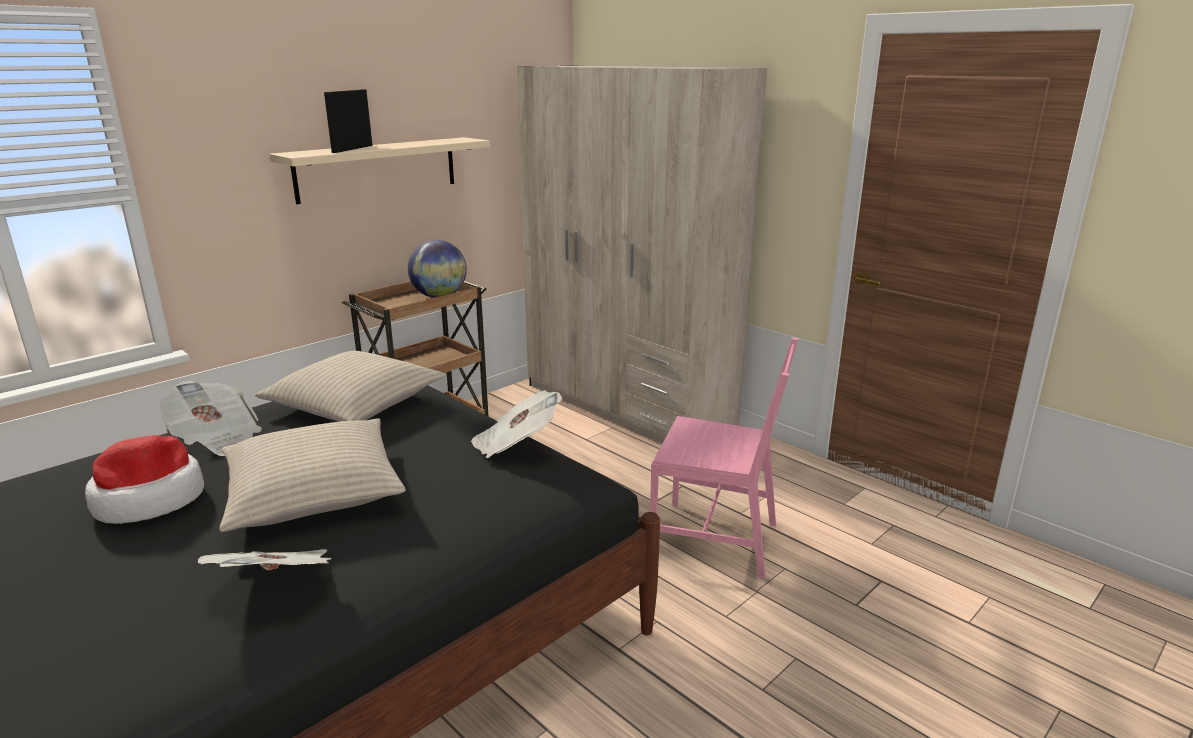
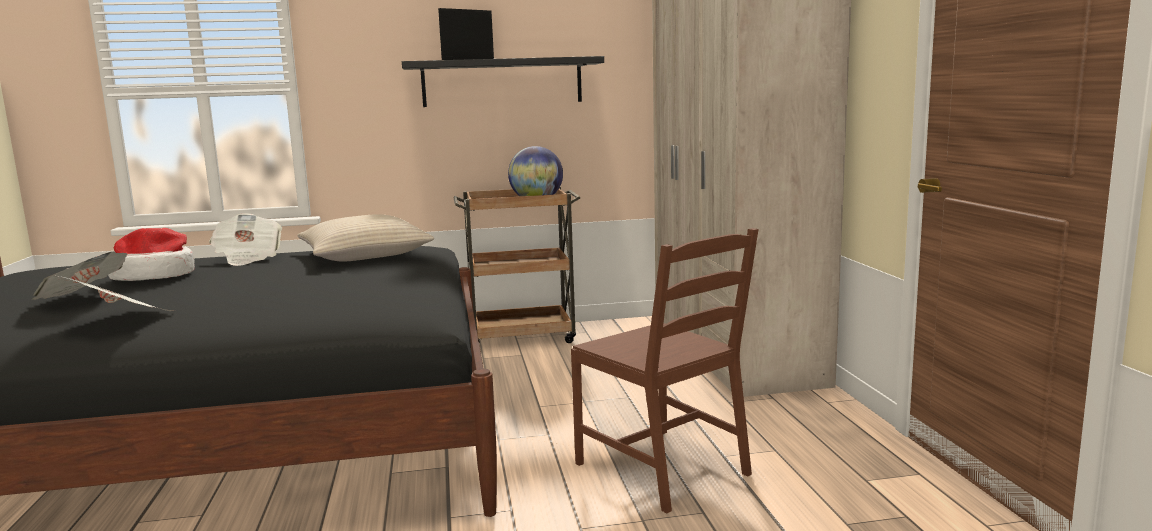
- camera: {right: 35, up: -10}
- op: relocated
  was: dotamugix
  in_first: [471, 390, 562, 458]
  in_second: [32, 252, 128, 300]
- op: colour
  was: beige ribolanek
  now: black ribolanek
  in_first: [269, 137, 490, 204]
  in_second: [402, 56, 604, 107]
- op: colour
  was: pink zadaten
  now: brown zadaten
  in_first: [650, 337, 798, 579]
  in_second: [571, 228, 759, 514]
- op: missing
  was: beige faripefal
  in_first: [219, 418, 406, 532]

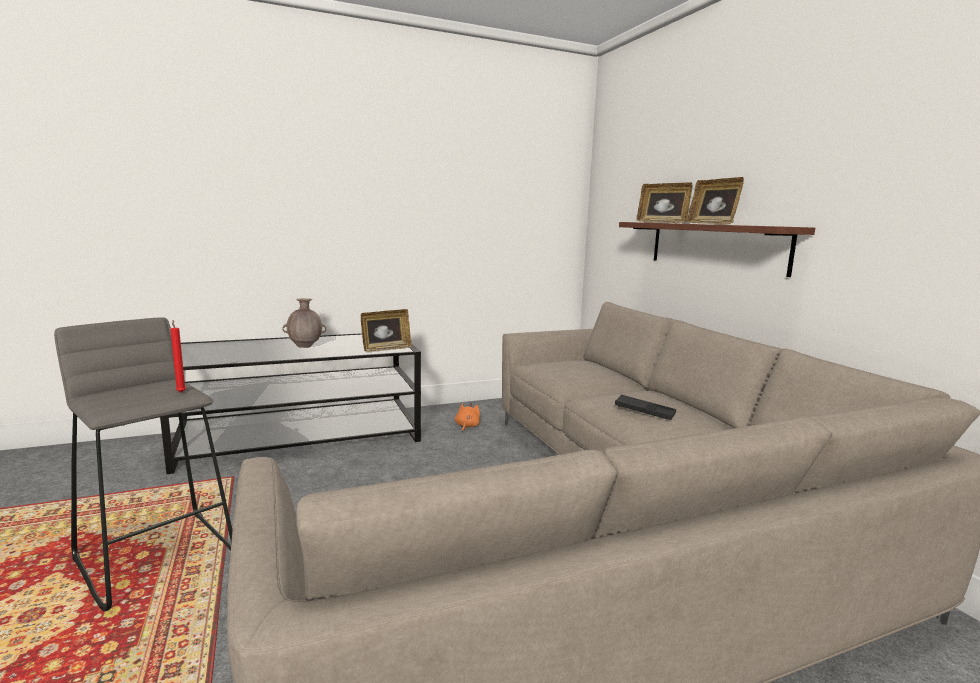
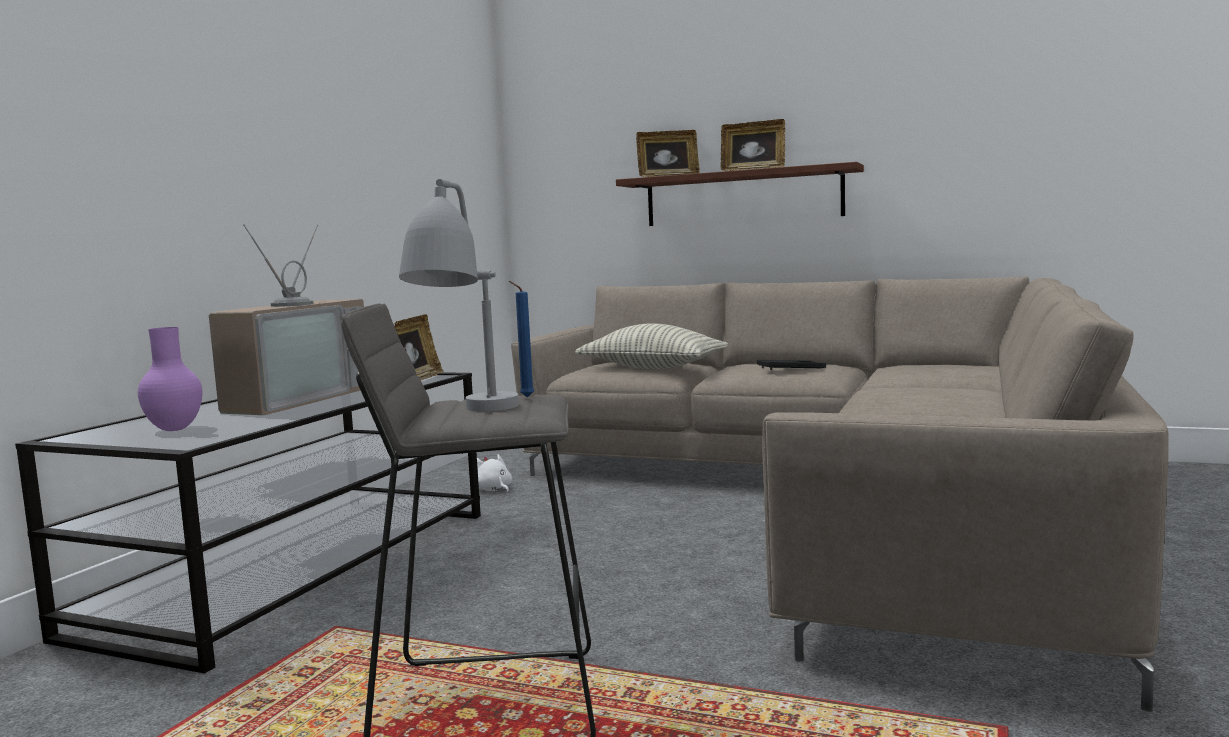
- camera: {right: -45, up: -5}
- op: appeared
  now: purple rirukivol
  in_second: [138, 327, 202, 431]
- op: exchanged
  was: brown rirukivol
  now: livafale
  in_first: [282, 298, 326, 348]
  in_second: [209, 224, 364, 415]
- op: appeared
  now: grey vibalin
  in_second: [399, 179, 519, 411]
- op: colour
  was: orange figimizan
  now: white figimizan
  in_first: [455, 403, 480, 432]
  in_second: [477, 454, 512, 493]
- op: colour
  was: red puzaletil
  now: blue puzaletil
  in_first: [170, 320, 186, 393]
  in_second: [509, 281, 534, 398]
- op: appeared
  now: faripefal
  in_second: [575, 324, 728, 369]

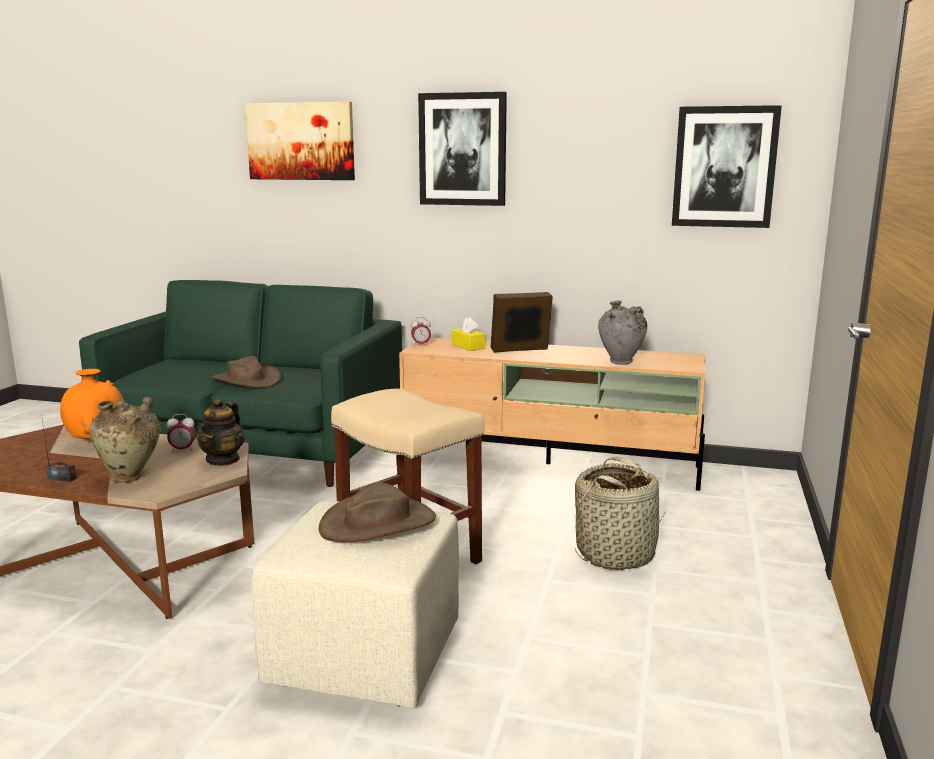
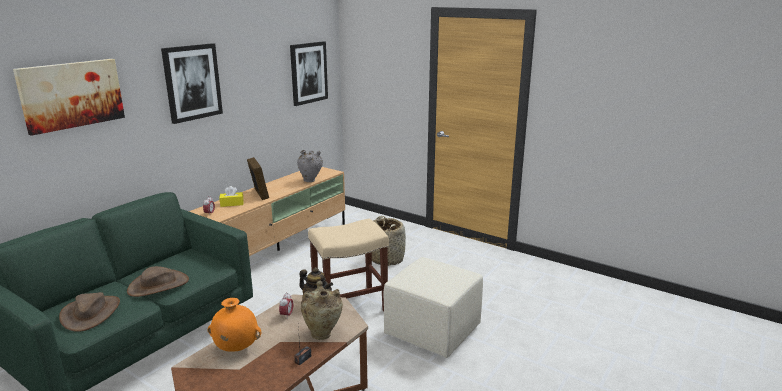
- camera: {right: -70, up: 5}
- op: relocated
  was: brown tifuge
  in_first: [319, 482, 436, 542]
  in_second: [59, 292, 120, 332]
- op: spun
  was: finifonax
  in_first: [491, 292, 553, 352]
  in_second: [247, 157, 269, 200]
  clockwise: 150

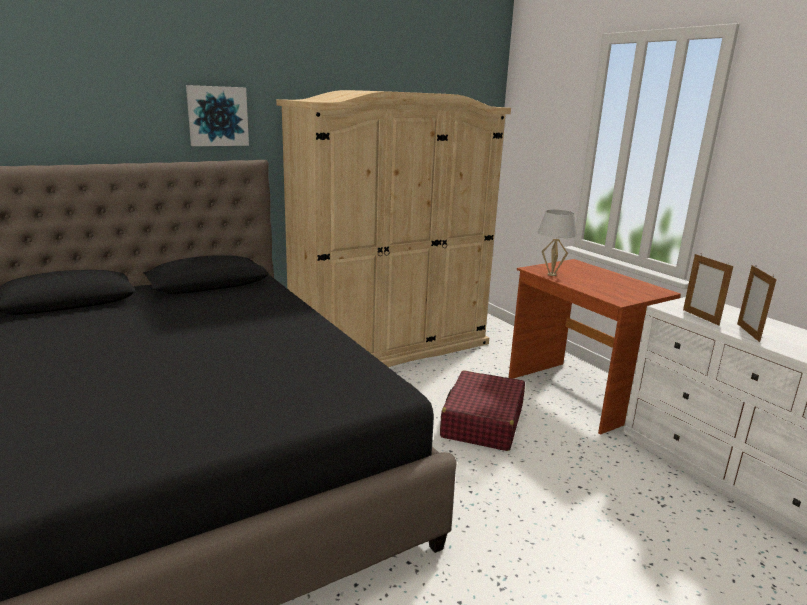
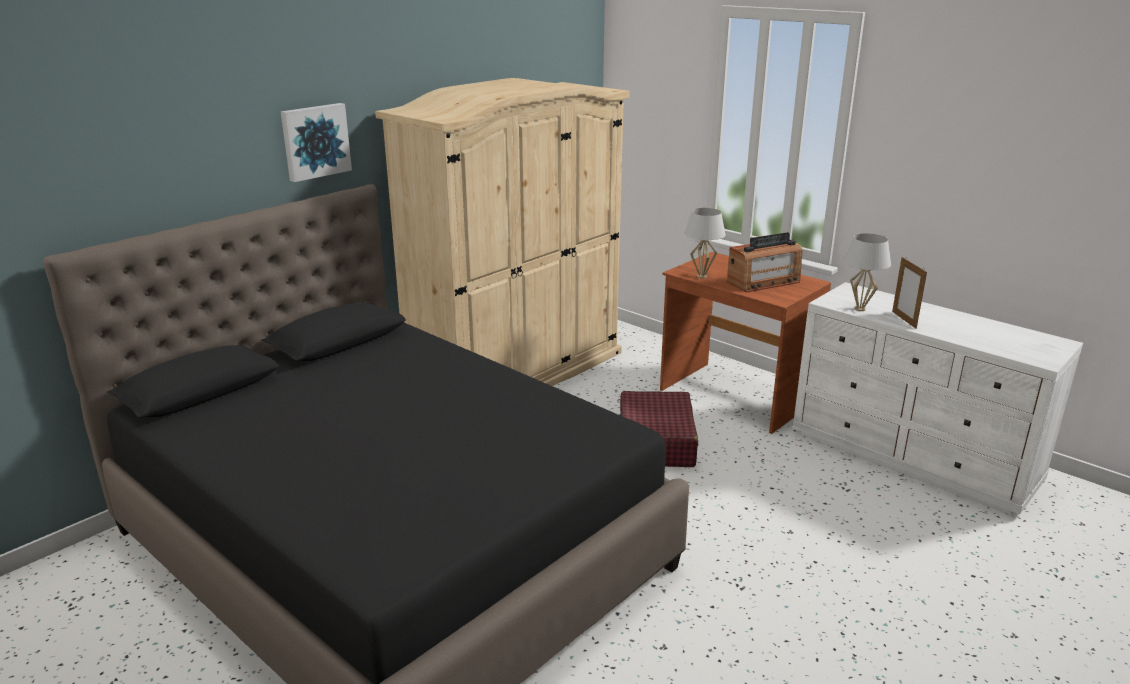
- camera: {right: -15, up: 5}
- op: appeared
  now: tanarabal
  in_second: [727, 232, 803, 292]
- op: exchanged
  was: finifonax
  now: white vibalin
  in_first: [683, 254, 733, 326]
  in_second: [844, 233, 891, 311]

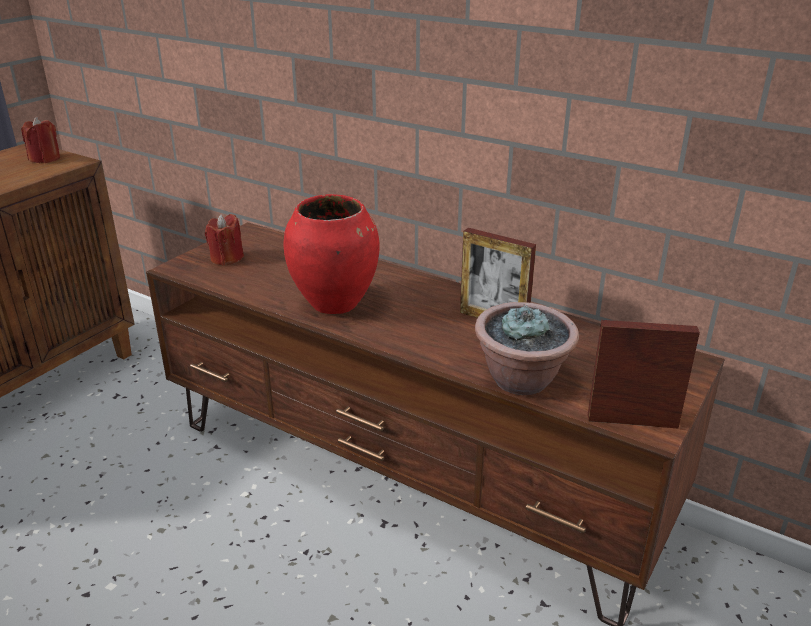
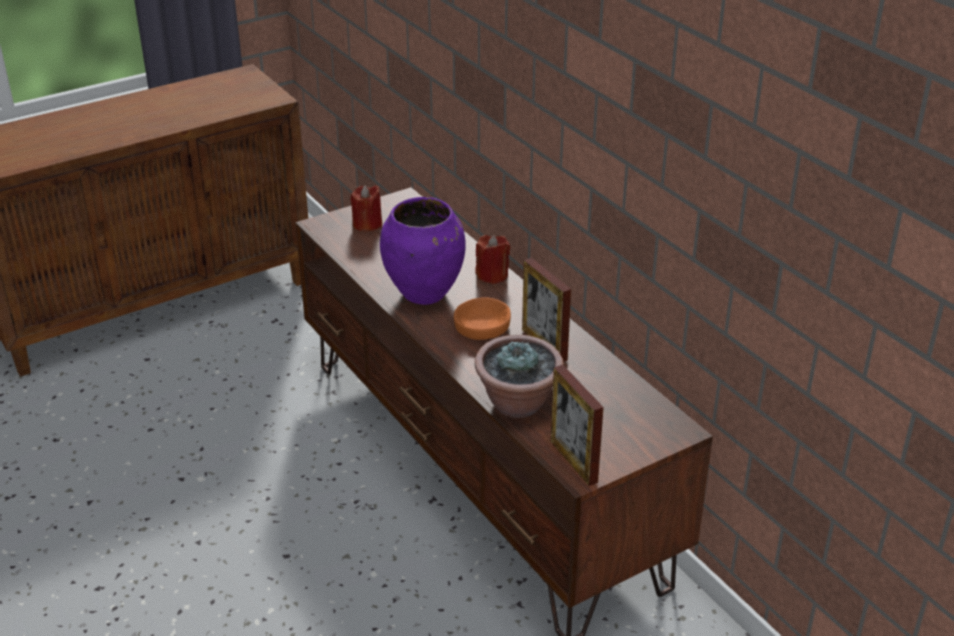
- camera: {right: 25, up: 5}
- op: colour
  was: red rirukivol
  now: purple rirukivol
  in_first: [284, 194, 380, 314]
  in_second: [380, 197, 466, 305]
- op: appeared
  now: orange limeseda
  in_second: [454, 297, 511, 340]
- op: relocated
  was: red puzaletil
  in_first: [21, 117, 60, 163]
  in_second: [475, 235, 510, 284]
- op: spun
  was: finifonax
  in_first: [588, 320, 700, 428]
  in_second: [551, 365, 604, 486]
  clockwise: -150

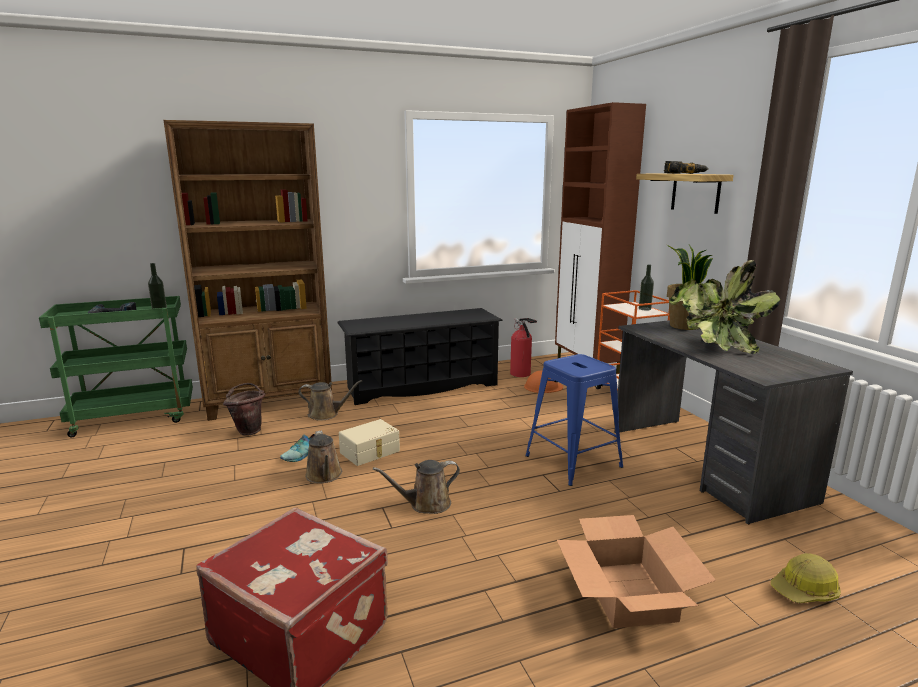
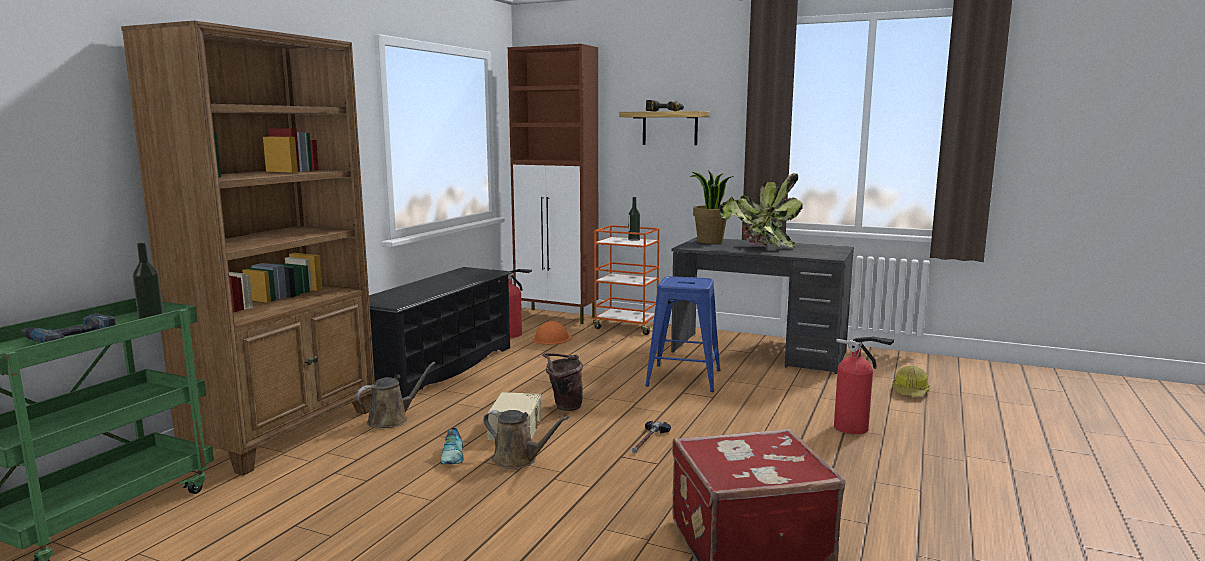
- camera: {right: -45, up: -5}
- op: relocated
  was: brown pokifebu
  in_first: [223, 383, 265, 436]
  in_second: [542, 353, 583, 411]
- op: exchanged
  was: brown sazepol
  now: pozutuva
  in_first: [373, 460, 460, 514]
  in_second: [632, 420, 671, 453]
- op: exchanged
  was: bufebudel
  now: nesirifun
  in_first: [557, 515, 716, 628]
  in_second: [834, 337, 894, 434]

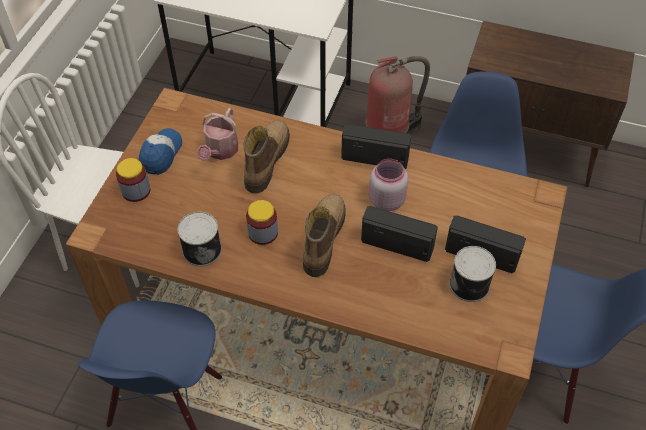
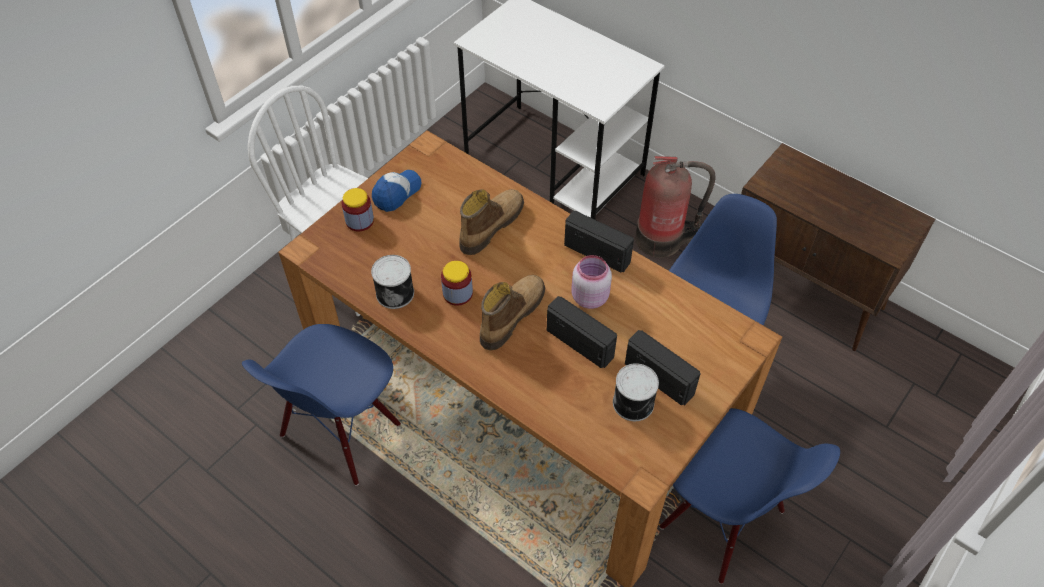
- camera: {right: 20, up: 0}
- op: missing
  was: sazepol
  in_first: [196, 108, 238, 161]

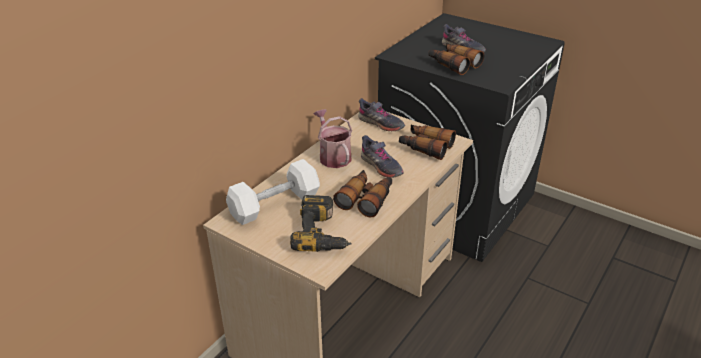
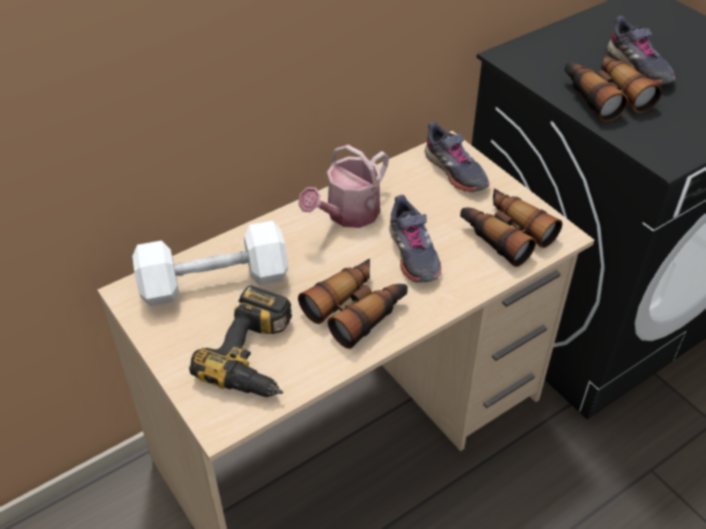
- camera: {right: 20, up: 10}
- op: spun
  was: sazepol
  in_first: [313, 109, 352, 168]
  in_second: [298, 145, 389, 228]
  clockwise: -135

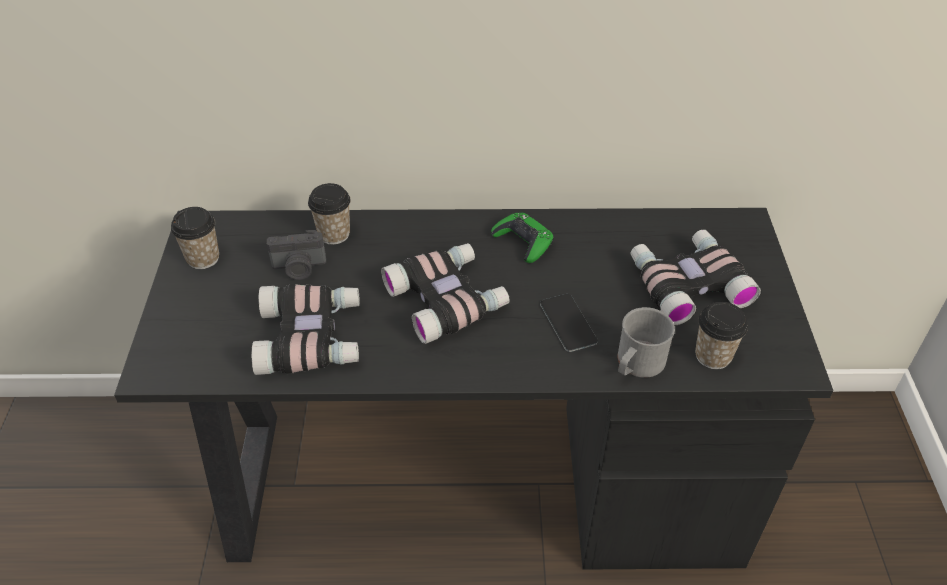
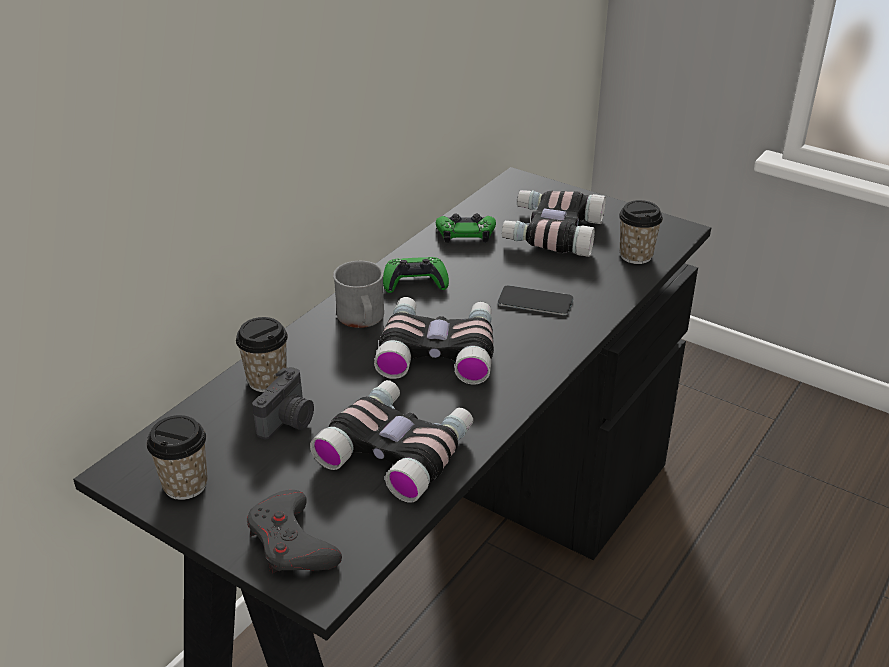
- camera: {right: -55, up: -10}
- op: appeared
  now: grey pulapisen
  in_second: [247, 490, 342, 574]
- op: relocated
  was: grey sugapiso
  in_first: [618, 307, 675, 378]
  in_second: [333, 261, 384, 328]
- op: appeared
  now: green pulapisen
  in_second: [436, 213, 496, 243]

